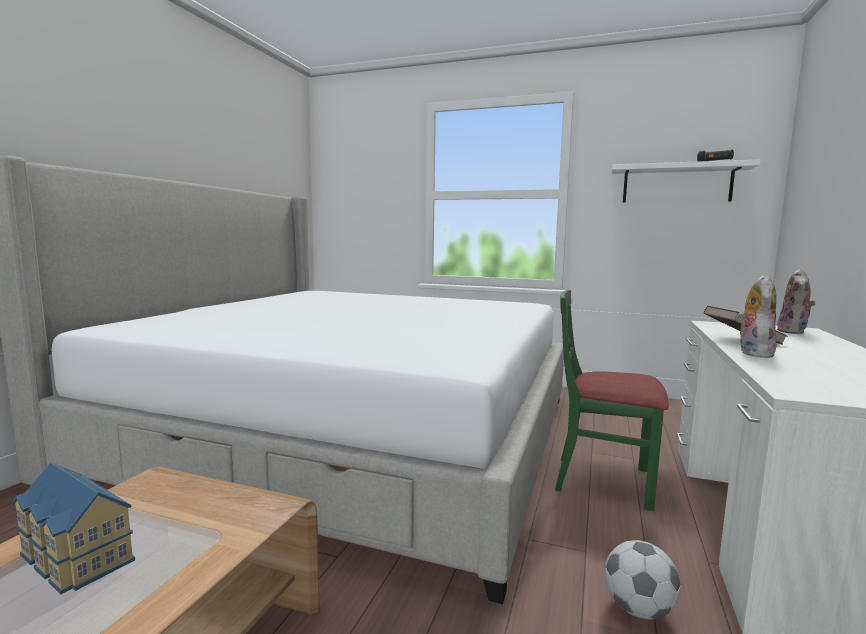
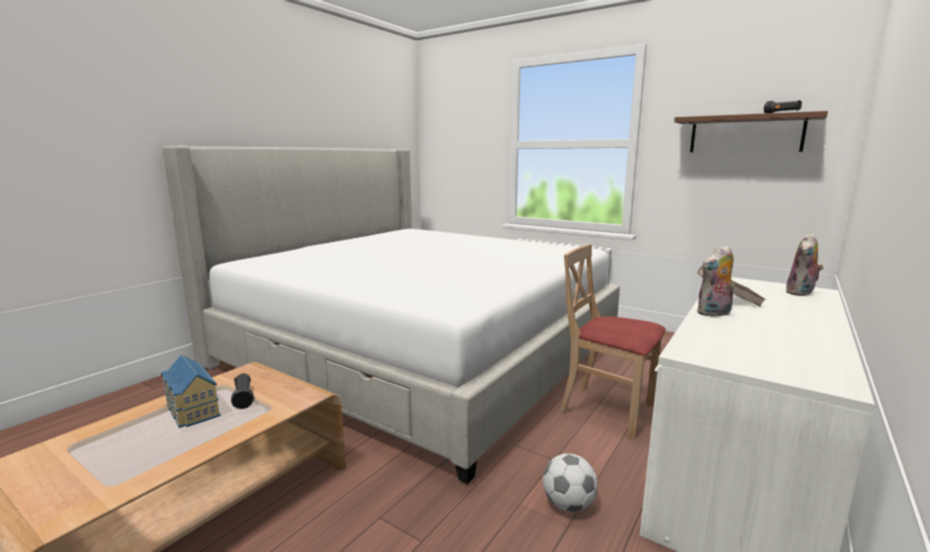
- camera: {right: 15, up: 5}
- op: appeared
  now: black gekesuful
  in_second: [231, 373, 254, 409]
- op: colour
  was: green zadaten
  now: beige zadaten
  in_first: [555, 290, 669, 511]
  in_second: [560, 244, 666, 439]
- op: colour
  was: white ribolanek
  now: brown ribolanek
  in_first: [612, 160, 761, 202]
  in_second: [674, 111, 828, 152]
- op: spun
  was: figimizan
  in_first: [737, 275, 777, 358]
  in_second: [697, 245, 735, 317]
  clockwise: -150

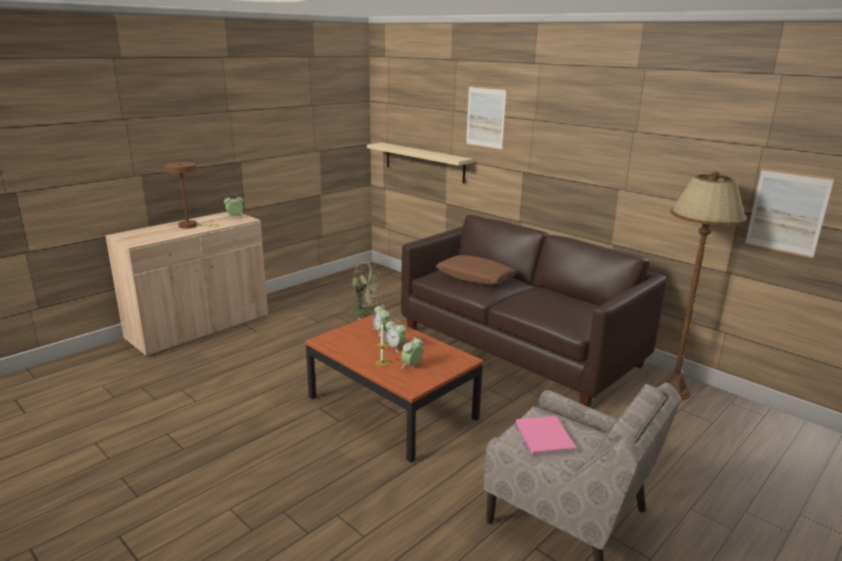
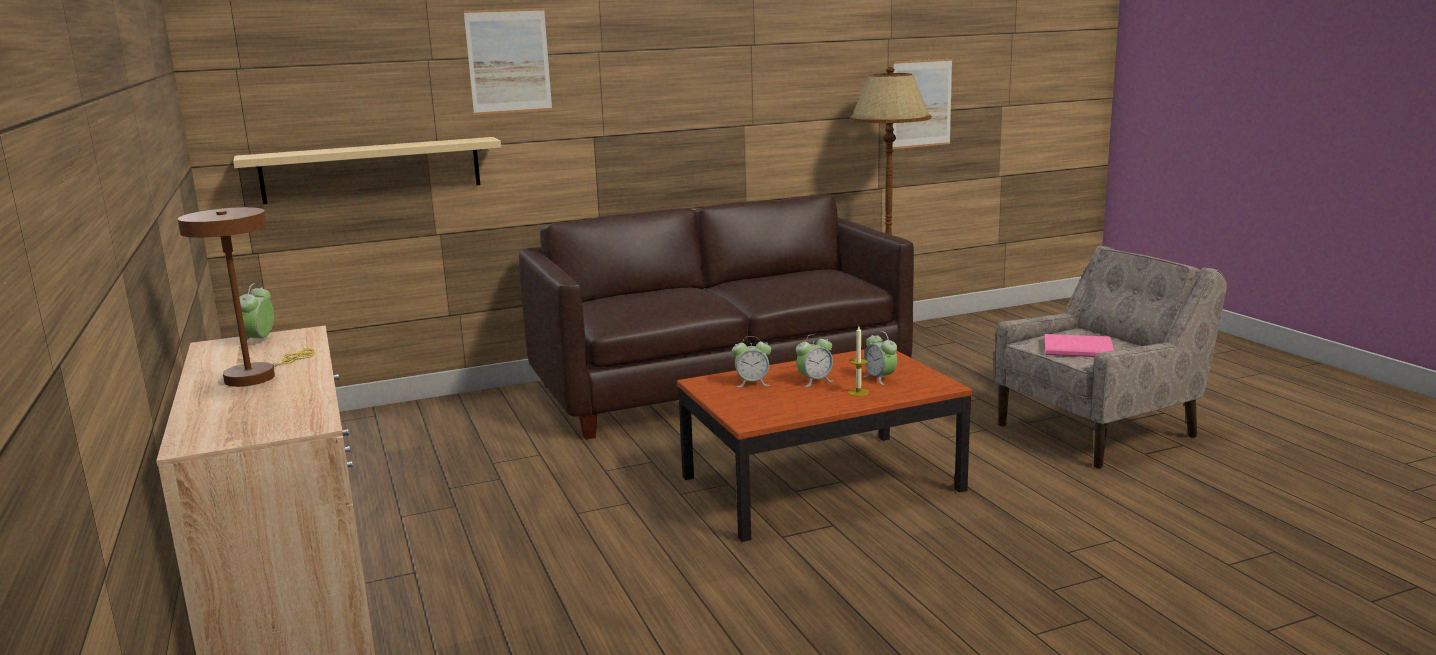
- camera: {right: -65, up: -5}
- op: missing
  was: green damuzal
  in_first: [347, 261, 381, 320]
- op: missing
  was: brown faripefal
  in_first: [436, 255, 517, 285]

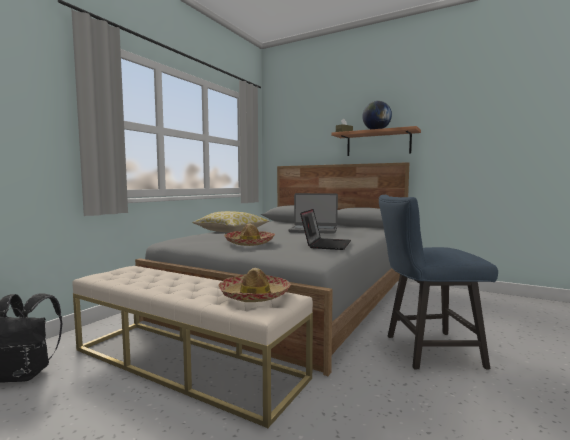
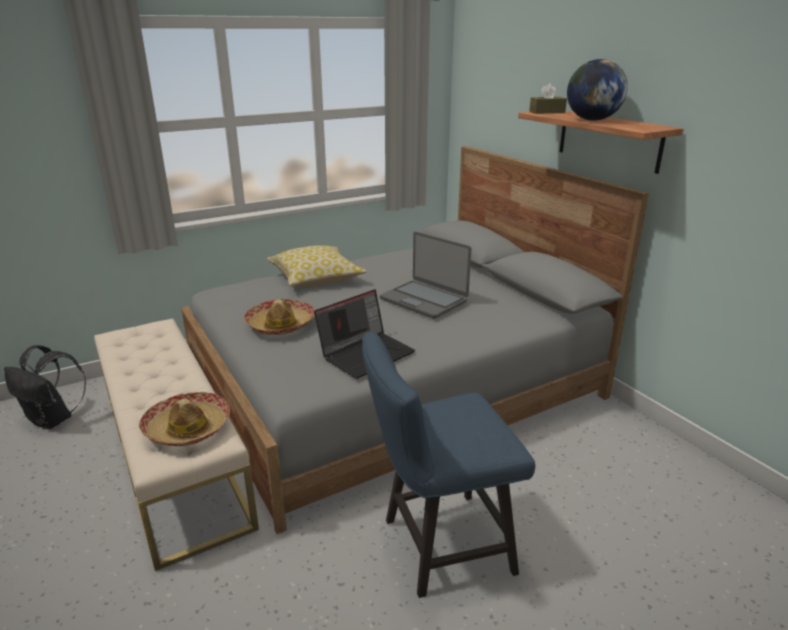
- camera: {right: 30, up: 20}
- op: spun
  was: blue zadaten
  in_first: [379, 195, 498, 369]
  in_second: [362, 332, 535, 598]
  clockwise: -45

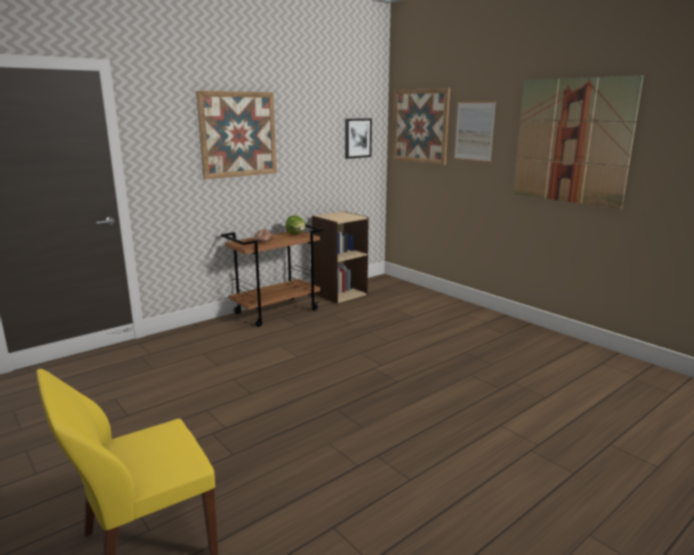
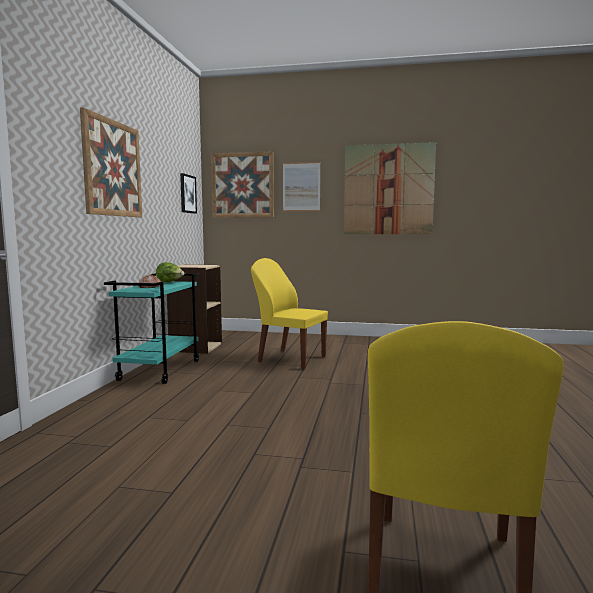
- camera: {right: -40, up: -10}
- op: colour
  was: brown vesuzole
  now: turquoise vesuzole
  in_first: [221, 224, 323, 327]
  in_second: [104, 273, 200, 384]
- op: appeared
  now: yellow zadaten
  in_second: [251, 258, 328, 369]

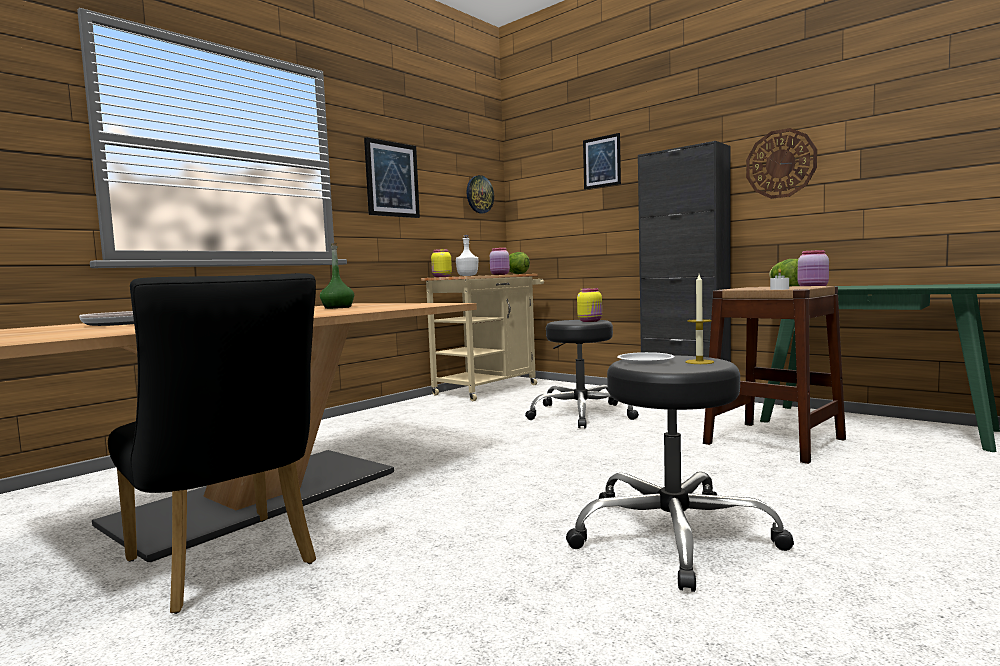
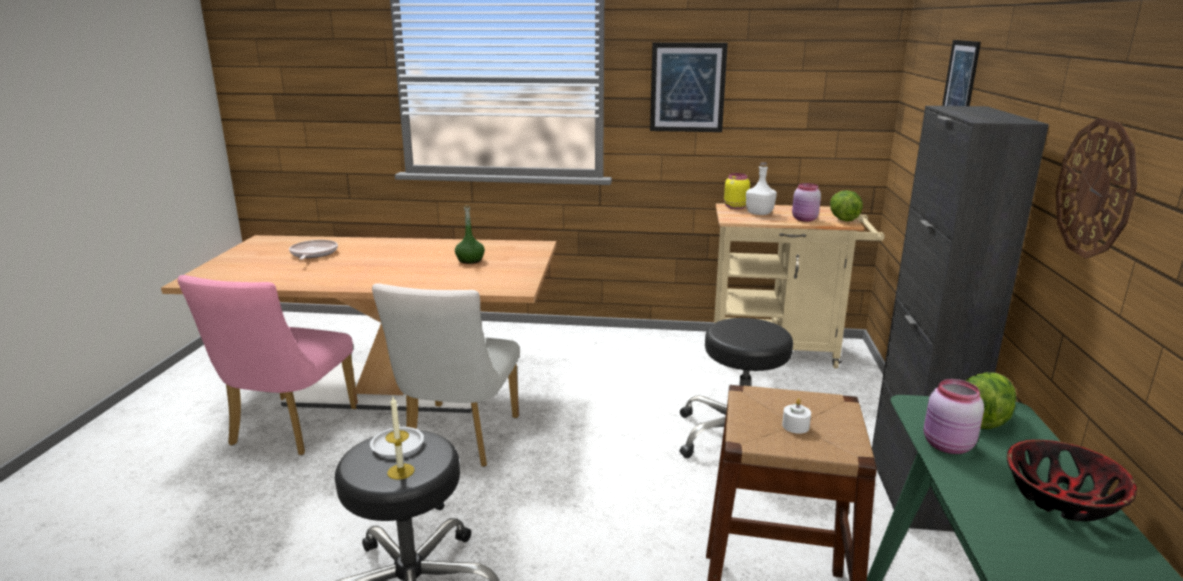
- camera: {right: 55, up: 15}
- op: colour
  was: black zadaten
  now: pink zadaten
  in_first: [108, 273, 316, 614]
  in_second: [177, 275, 358, 455]
- op: appeared
  now: white zadaten
  in_second: [372, 283, 519, 467]
- op: appeared
  now: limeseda
  in_second: [1007, 440, 1137, 521]
- op: missing
  was: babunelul
  in_first: [467, 175, 494, 214]
- op: missing
  was: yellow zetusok
  in_first: [577, 288, 602, 322]

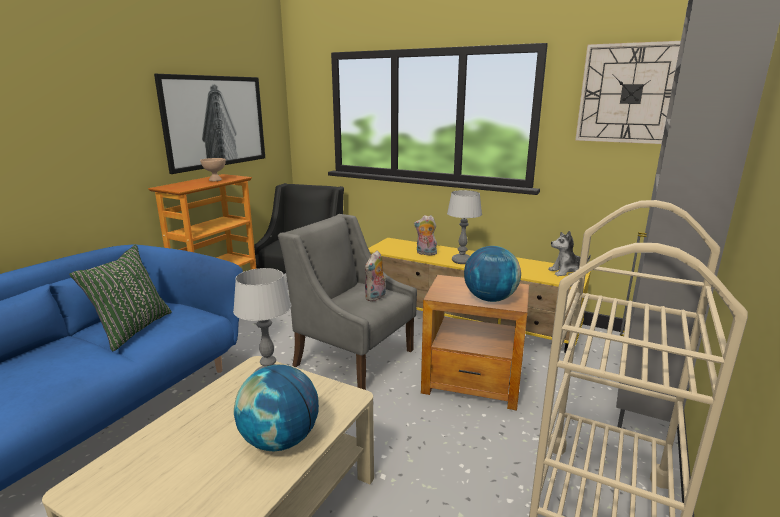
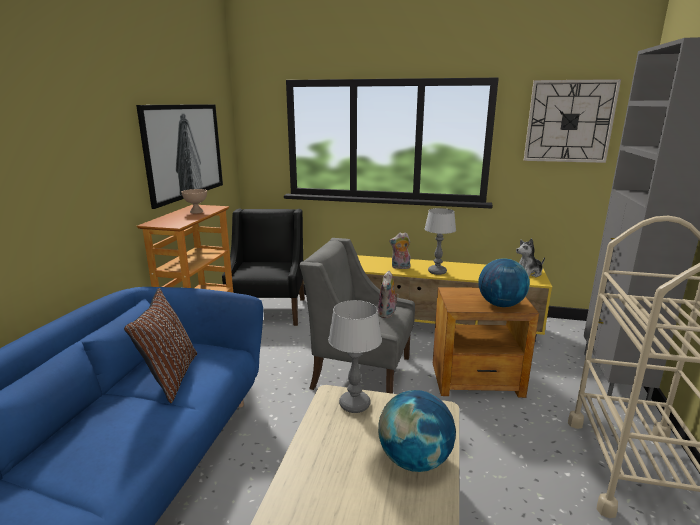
- camera: {right: -15, up: 0}
- op: colour
  was: green faripefal
  now: brown faripefal
  in_first: [69, 245, 172, 351]
  in_second: [124, 288, 197, 403]

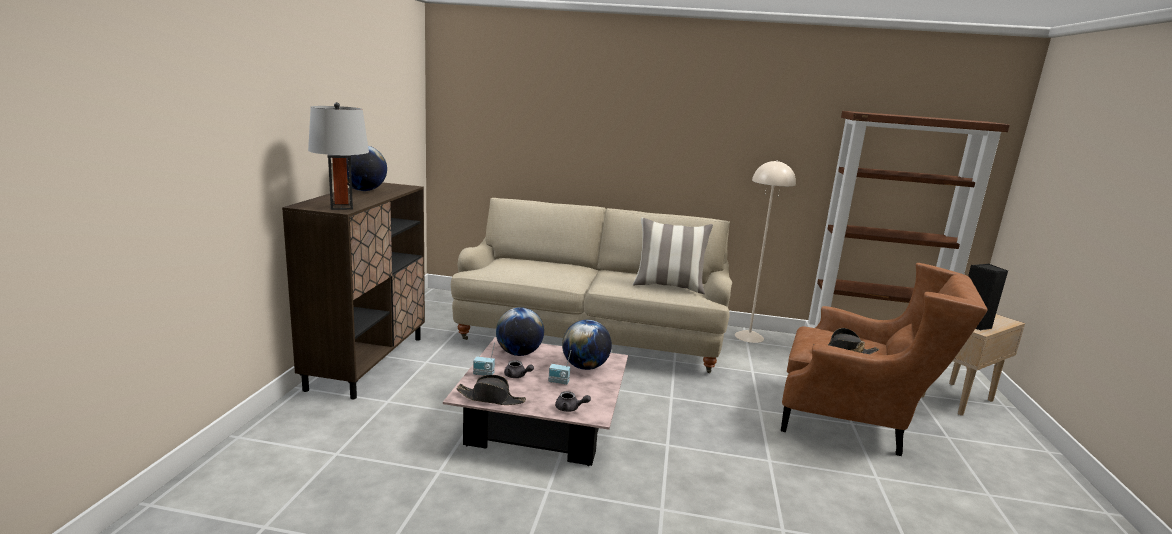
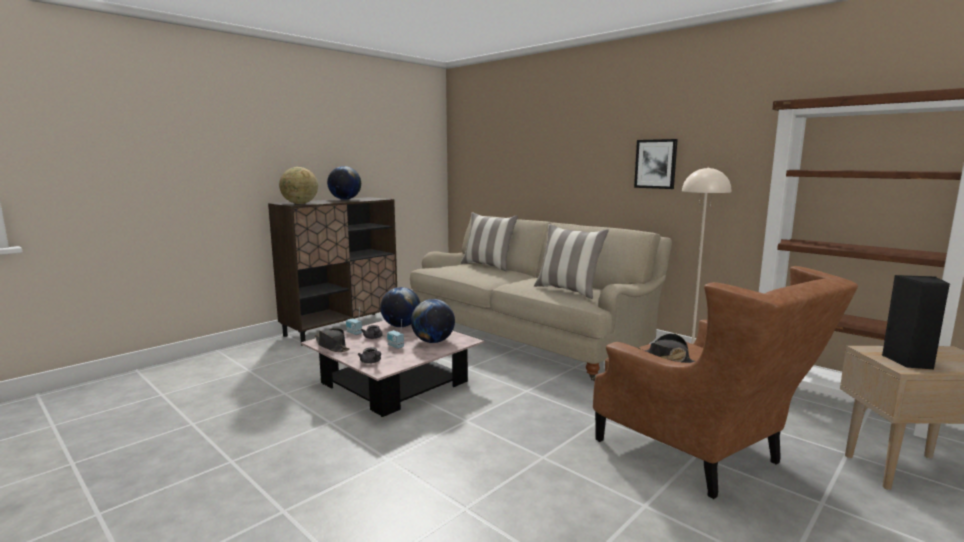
- camera: {right: 35, up: -5}
- op: exchanged
  was: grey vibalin
  now: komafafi
  in_first: [308, 102, 369, 210]
  in_second: [279, 167, 318, 204]
- op: appeared
  now: faripefal
  in_second: [461, 212, 518, 271]
- op: appeared
  now: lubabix
  in_second: [634, 139, 678, 189]

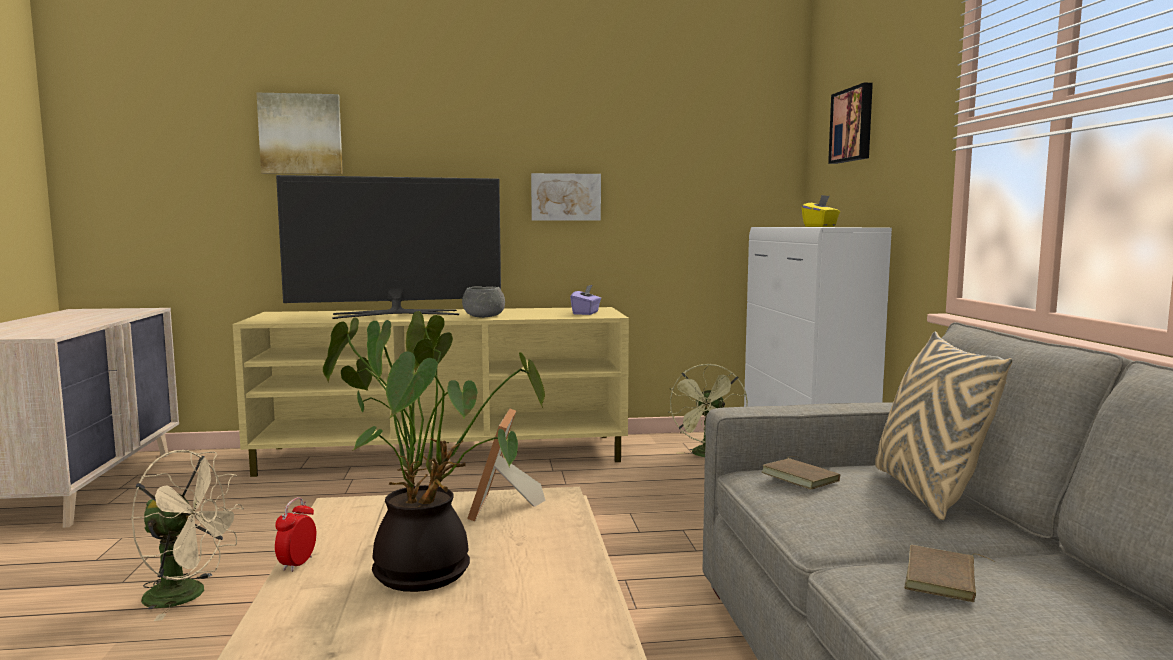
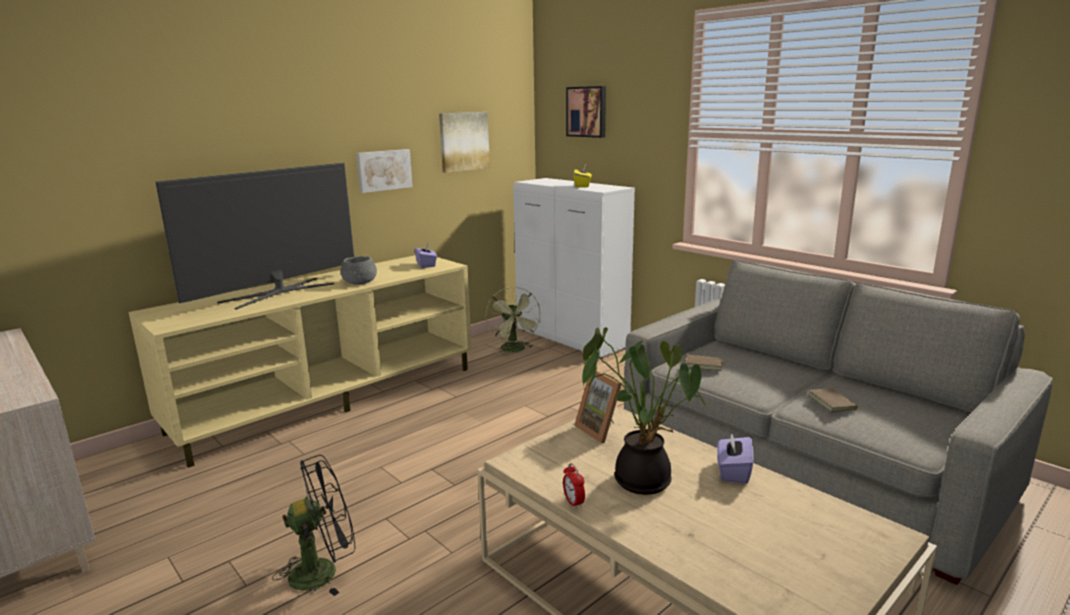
- camera: {right: -35, up: 10}
- op: colour
  was: beige damuzal
  now: black damuzal
  in_first: [131, 450, 244, 621]
  in_second: [272, 455, 355, 596]
- op: relocated
  was: lubabix
  in_first: [256, 93, 343, 174]
  in_second: [439, 112, 490, 173]
- op: appeared
  now: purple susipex
  in_second: [717, 430, 754, 484]
- op: missing
  was: beige faripefal
  in_first: [875, 331, 1012, 520]

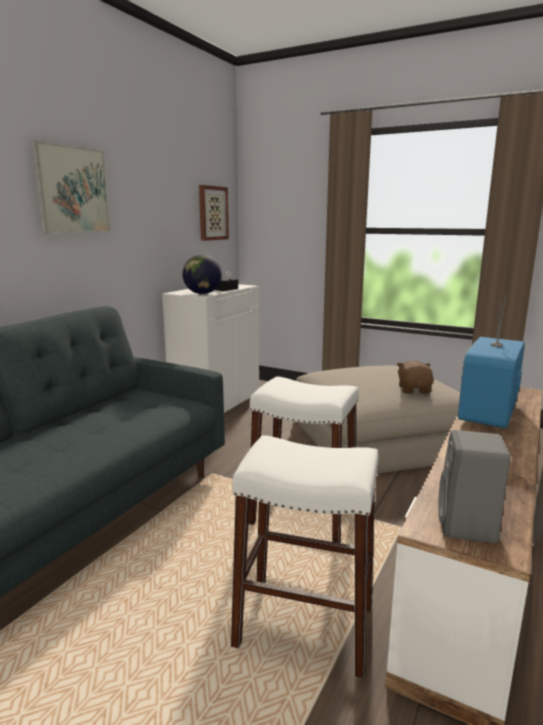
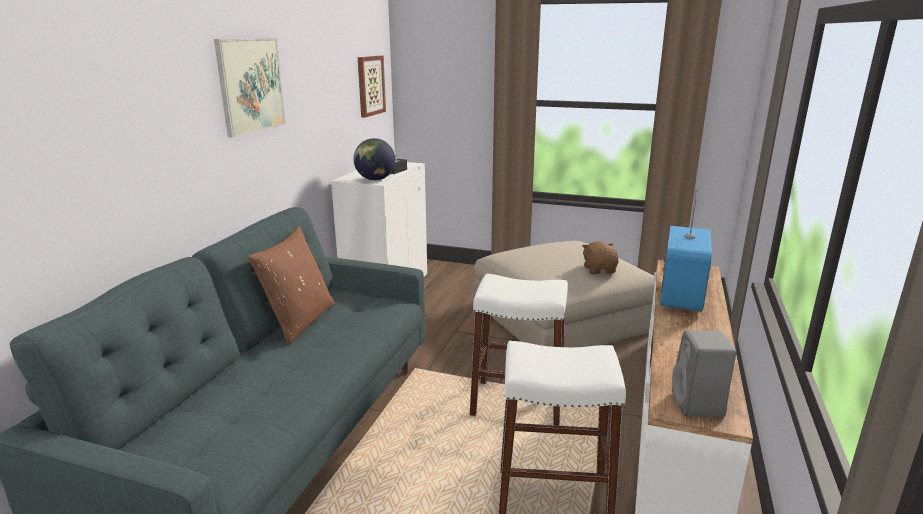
- camera: {right: -10, up: 5}
- op: appeared
  now: brown faripefal
  in_second: [247, 227, 335, 345]

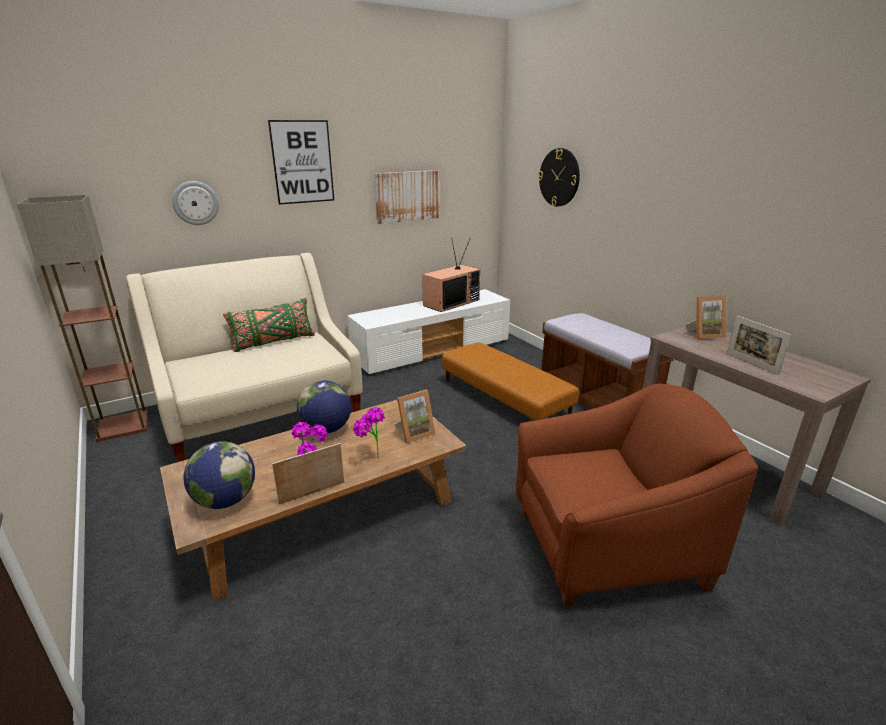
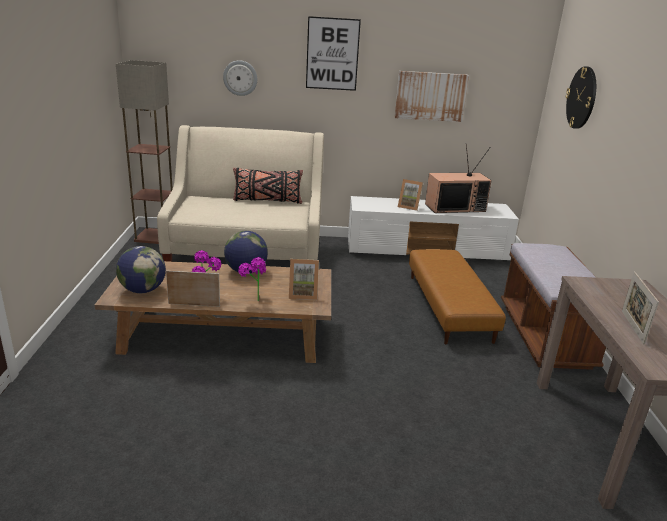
- camera: {right: 30, up: 0}
- op: colour
  was: green faripefal
  now: black faripefal
  in_first: [223, 298, 315, 352]
  in_second: [233, 168, 303, 204]
- op: relocated
  was: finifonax
  in_first: [685, 296, 726, 339]
  in_second: [398, 179, 423, 211]
- op: missing
  was: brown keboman
  in_first: [516, 384, 758, 607]

